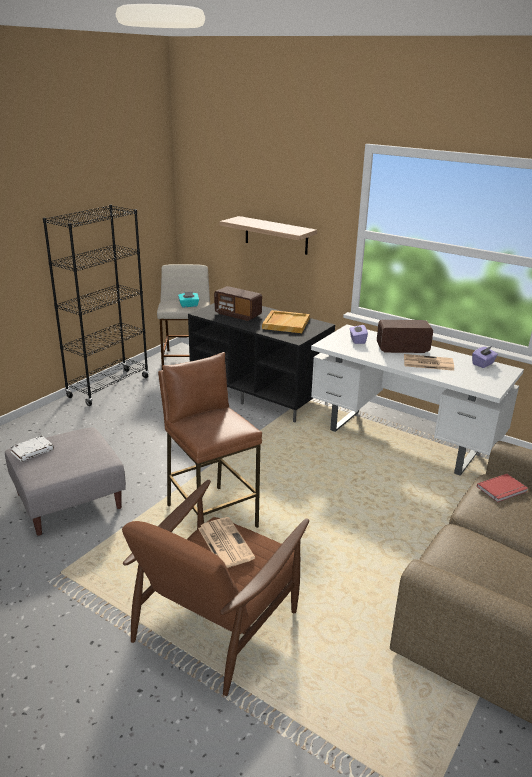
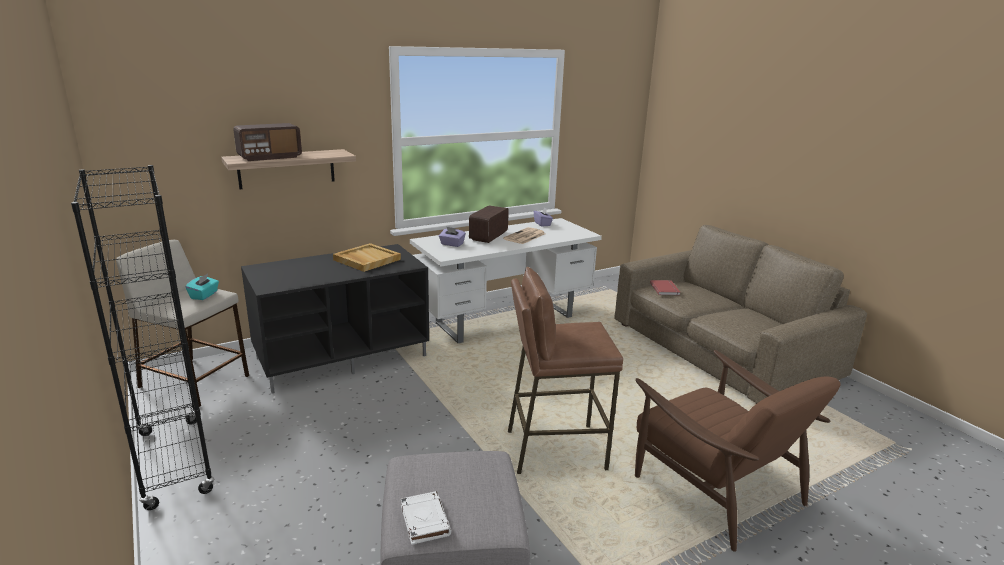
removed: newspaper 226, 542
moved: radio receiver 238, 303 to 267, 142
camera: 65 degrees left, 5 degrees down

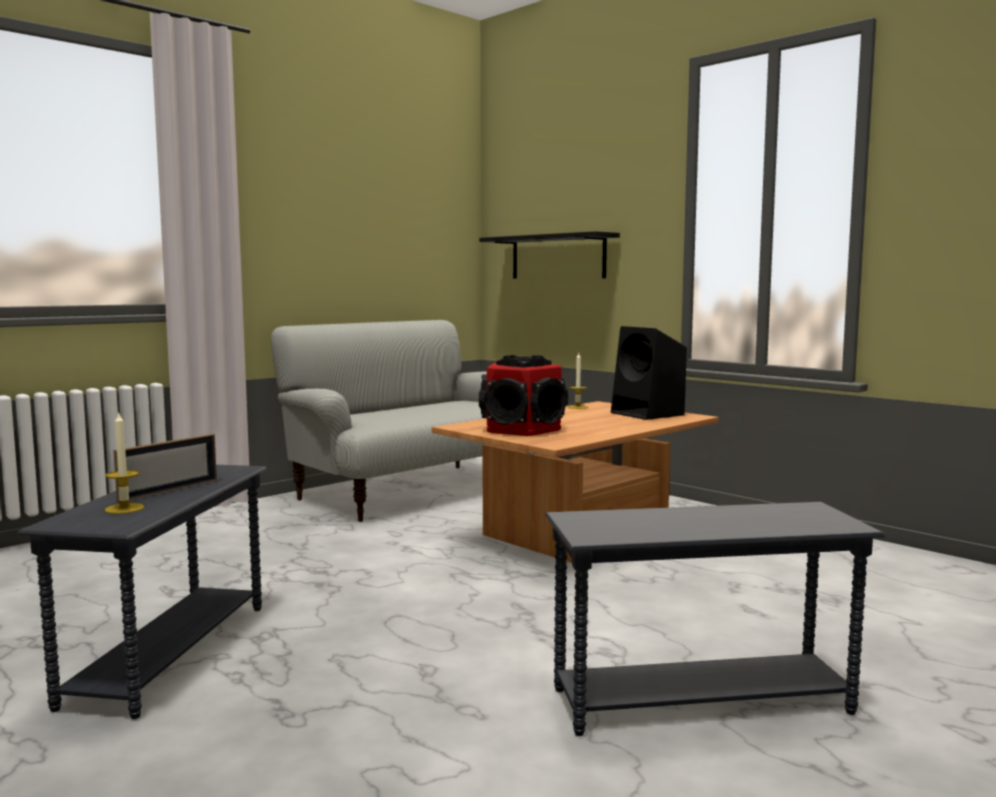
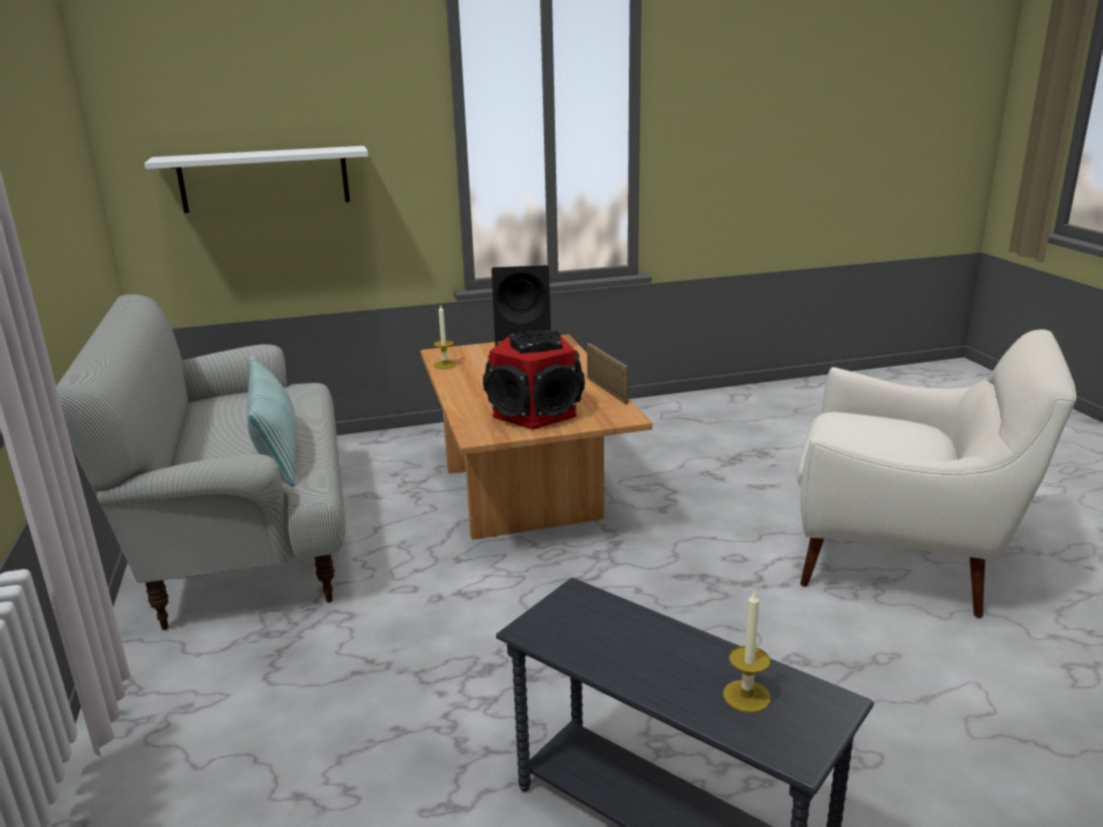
added: pillow 272, 421
moved: picture frame 165, 468 to 608, 373
replaced: grey end table 715, 619 to white lounge chair 936, 473
recoloured: black shelf 549, 255 to white shelf 256, 179
camera: 60 degrees left, 15 degrees up

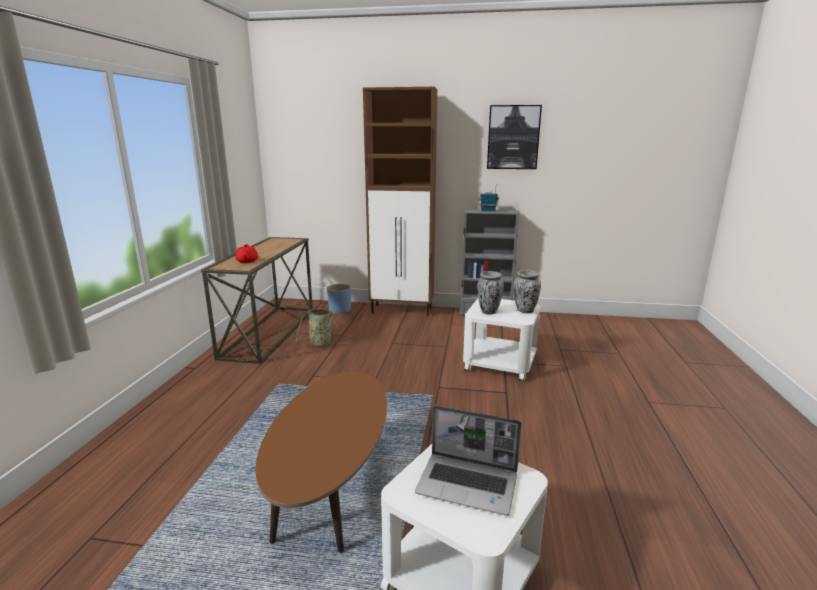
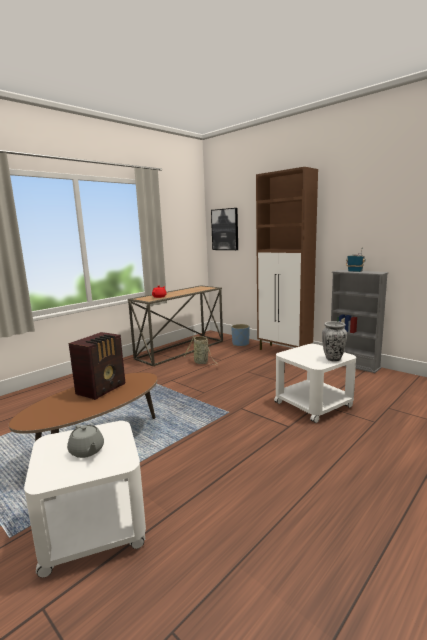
removed: flower vase 490, 293
added: radio receiver 97, 366
moved: wall picture 514, 137 to 224, 229
replaced: notebook computer 468, 460 to grey pot for tea 85, 441
camera: 35 degrees right, 5 degrees down

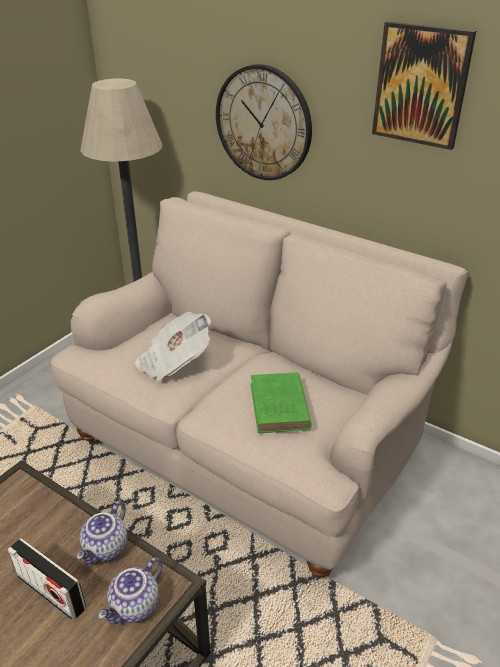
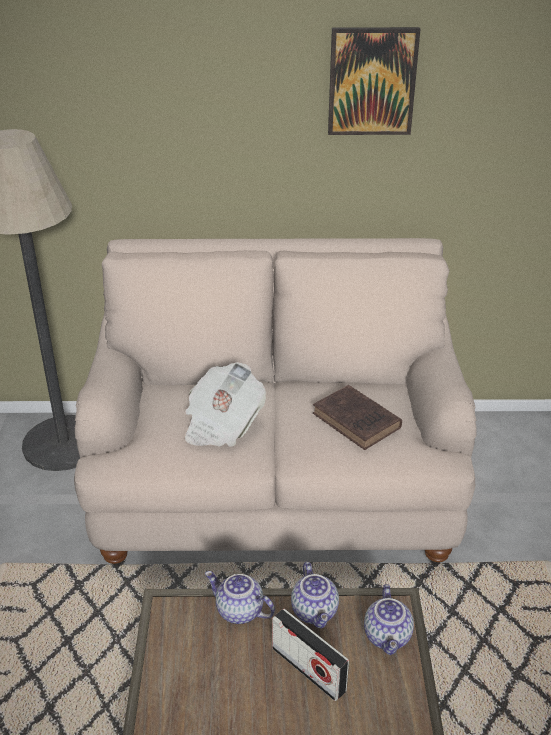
removed: wall clock 264, 122
added: pot for tea 240, 597
recoloured: green-coloured volume 281, 402 to brownish volume 357, 417
turned: radio receiver 47, 579 = 310, 655 45 degrees clockwise
camera: 35 degrees left, 0 degrees up

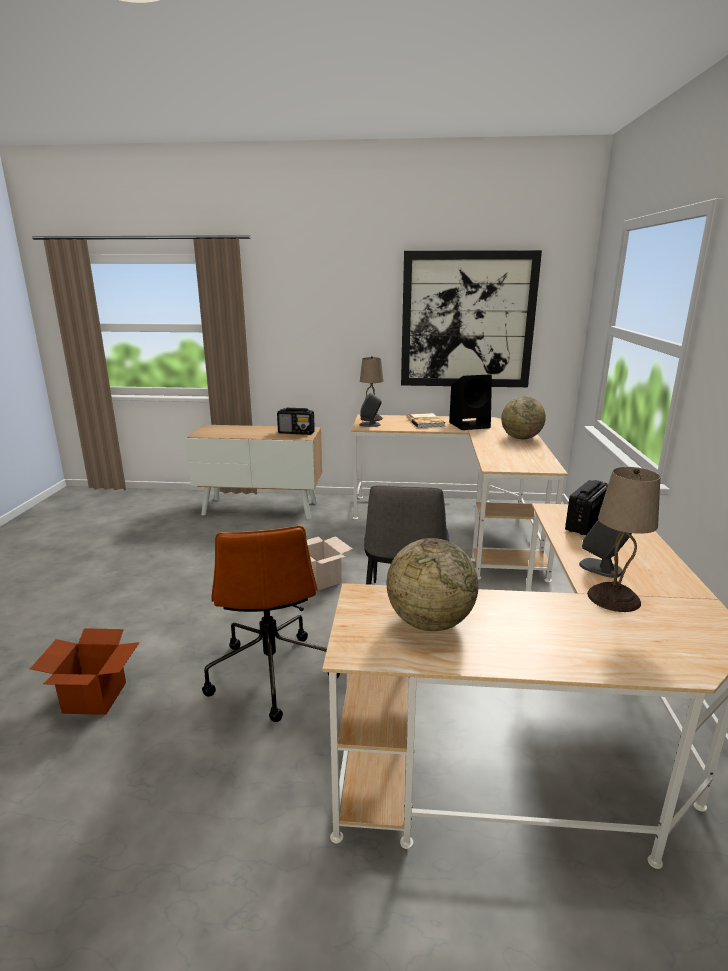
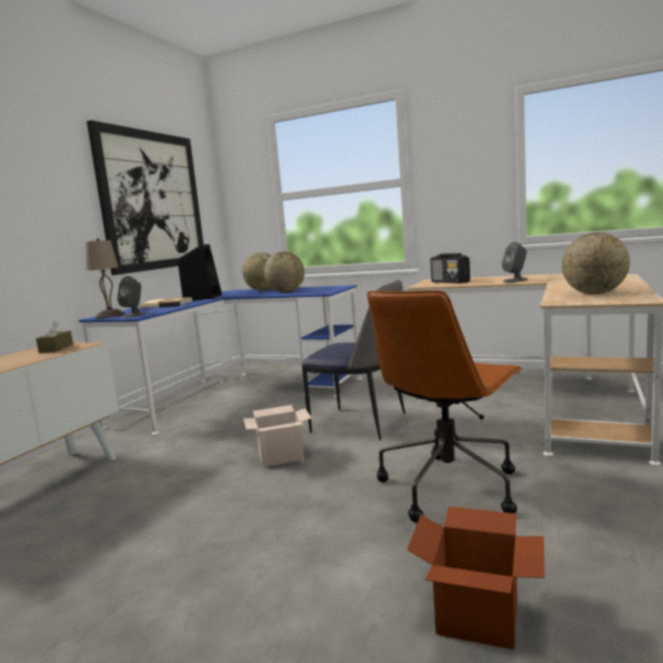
removed: beige tabletop lamp 623, 539
added: world globe 284, 272
replaced: radio receiver 296, 421 to brownish box of tissues 54, 336
recoloured: beige desk table 459, 499 to blue-coloured desk table 220, 360
turned: brownish computer chair 271, 624 = 445, 406 120 degrees clockwise
camera: 70 degrees left, 10 degrees down

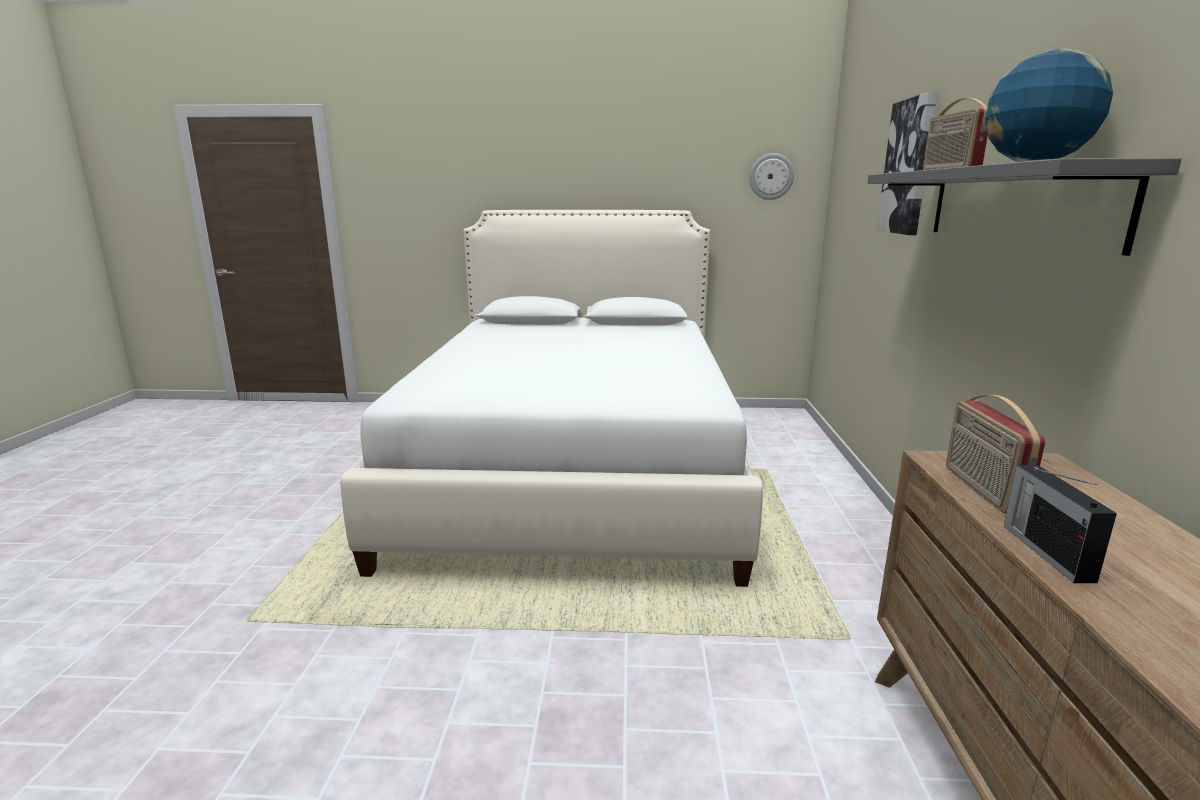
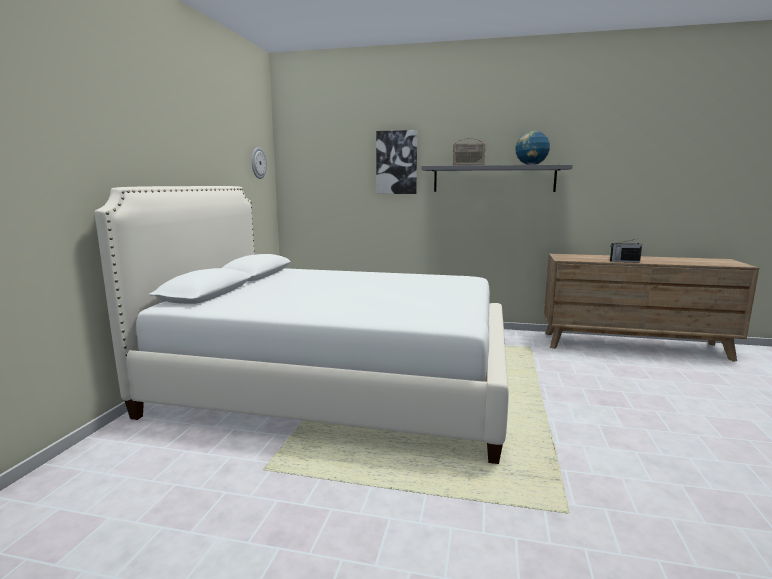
removed: radio receiver 995, 454
camera: 80 degrees left, 5 degrees down

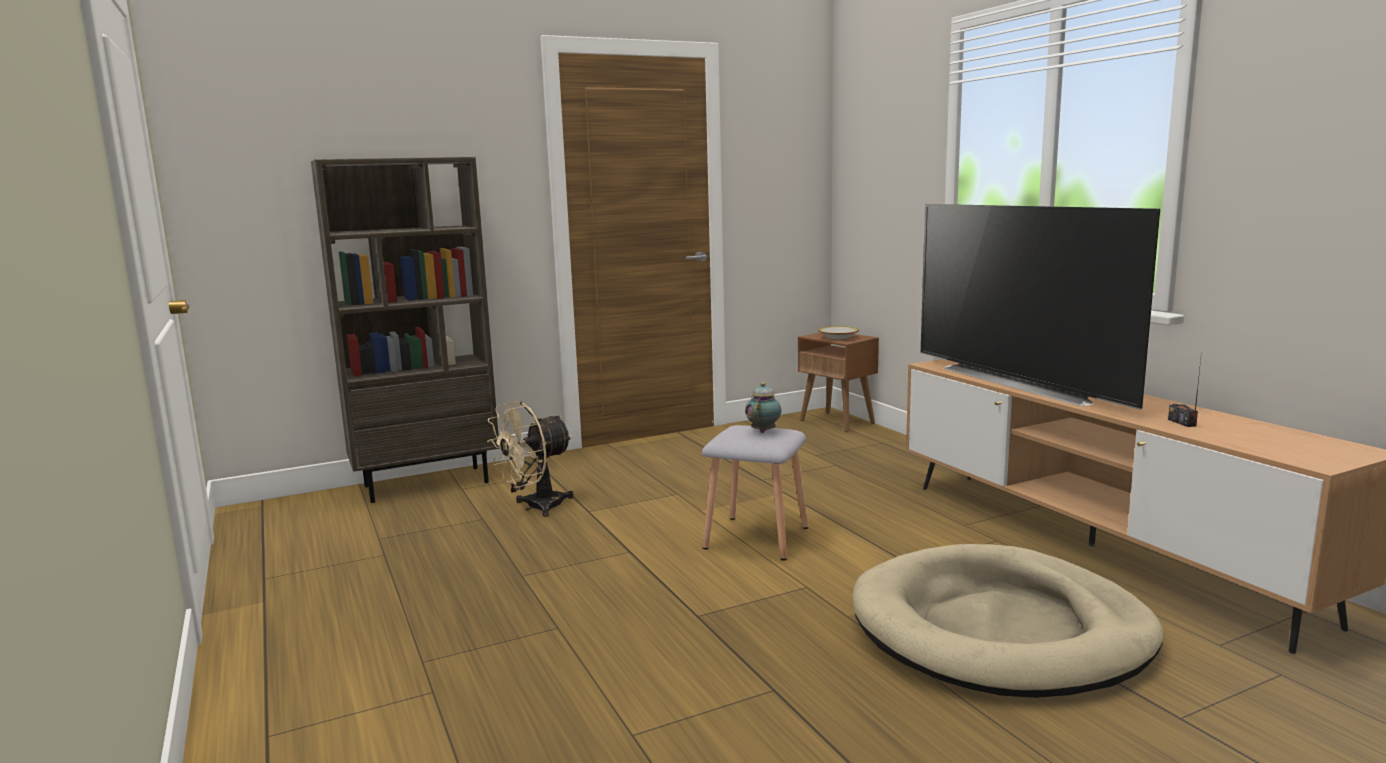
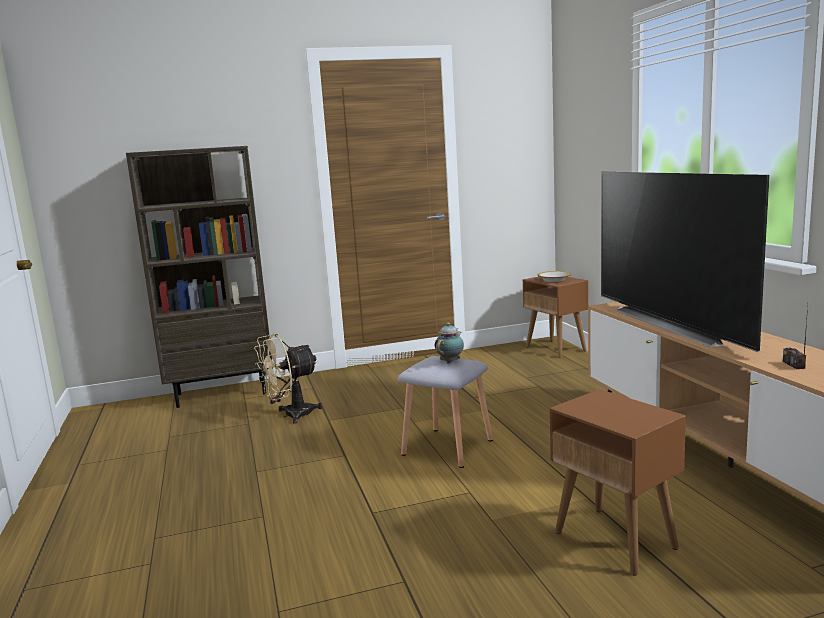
replaced: beige dog bed 1008, 621 to brownish end table 618, 482
camera: 10 degrees right, 0 degrees up

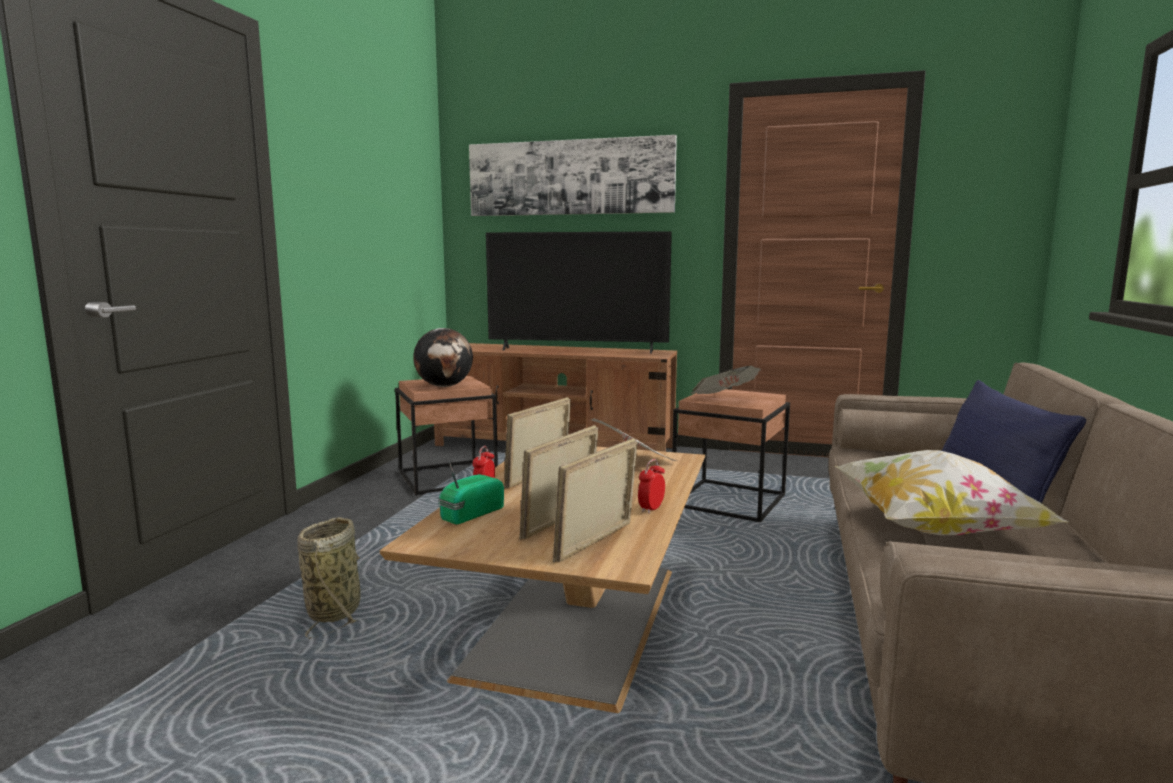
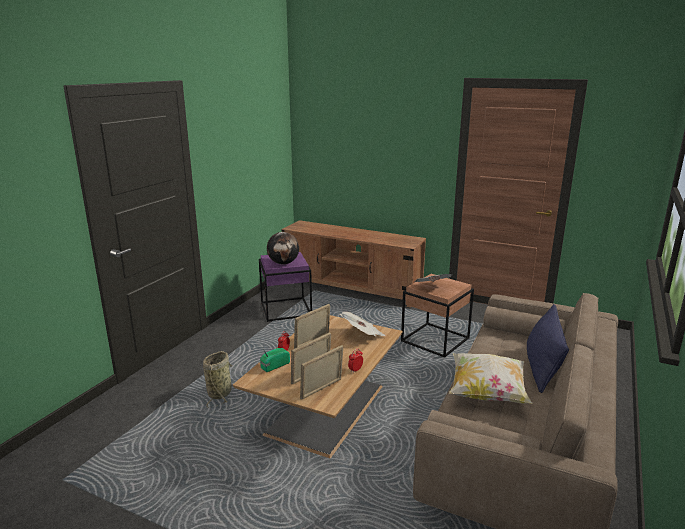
removed: wall picture 573, 175; television 579, 292
recoloured: brownish end table 446, 436 to purplish end table 285, 287
camera: 10 degrees right, 10 degrees up

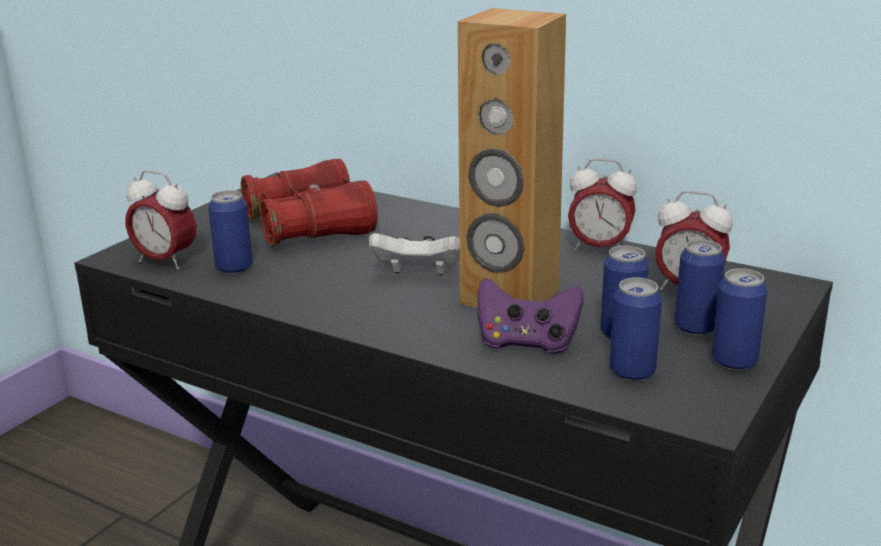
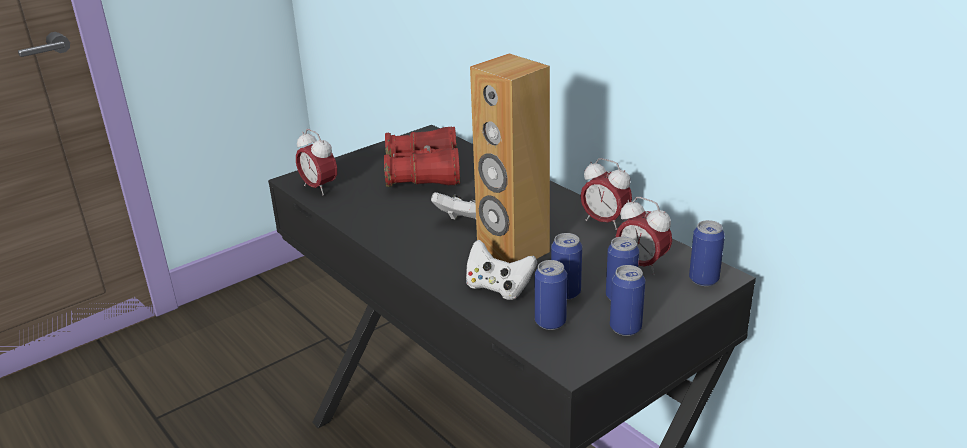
moved: can 230, 232 to 707, 253
recoloured: purplish joypad 531, 316 to white joypad 501, 270
camera: 20 degrees right, 5 degrees up

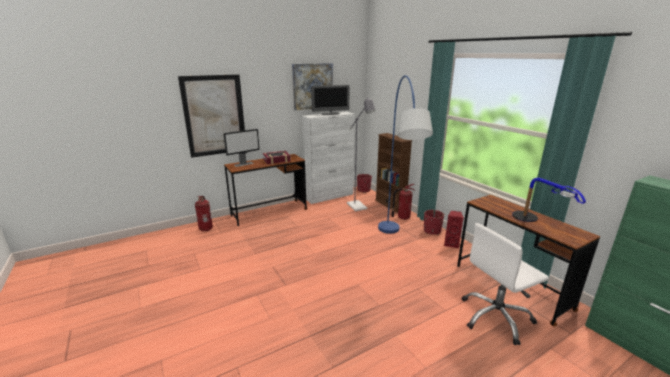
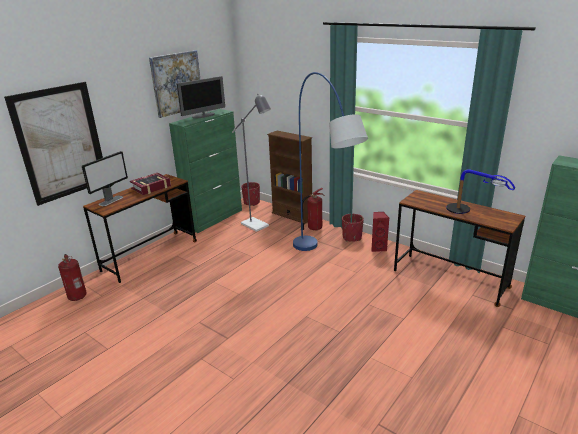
removed: white computer chair 505, 284
recoloured: white cabinet 328, 158 to green-coloured cabinet 205, 171
camera: 20 degrees left, 5 degrees up

